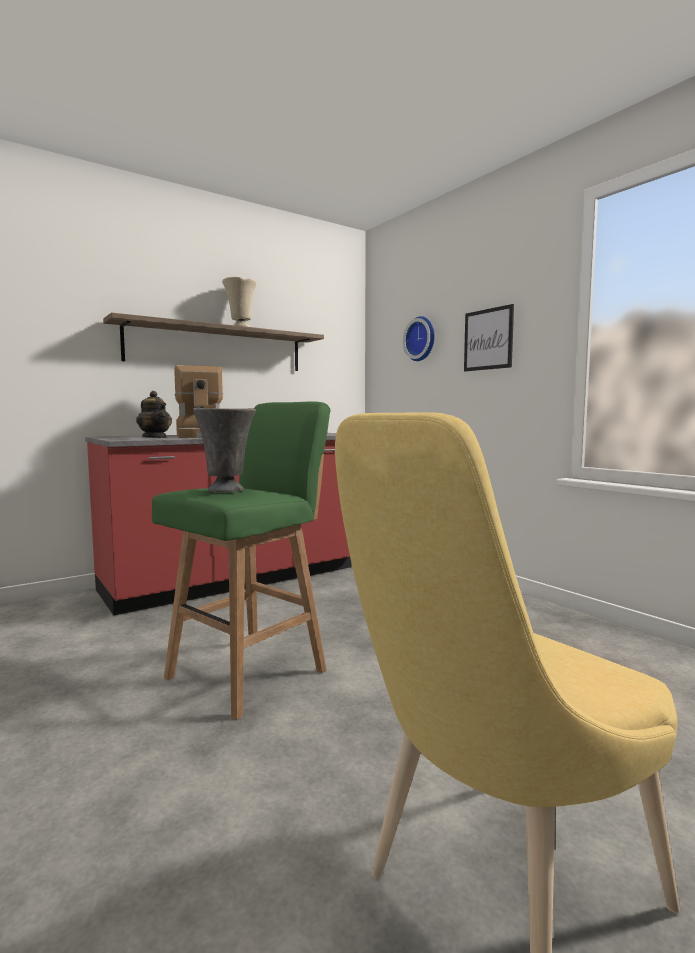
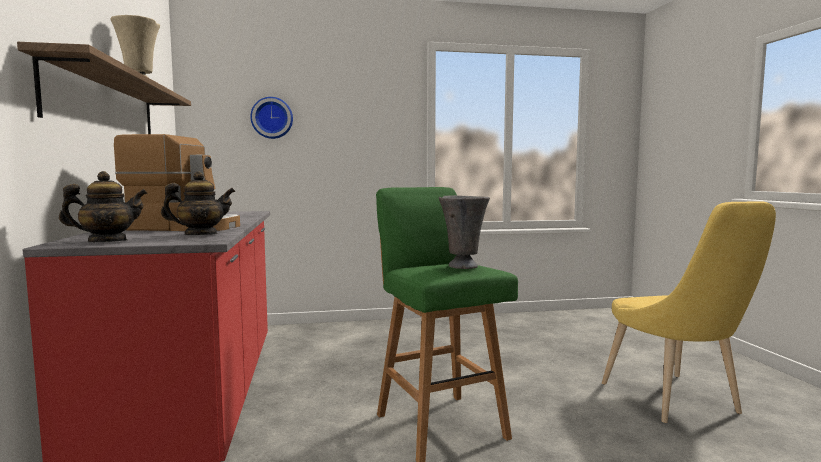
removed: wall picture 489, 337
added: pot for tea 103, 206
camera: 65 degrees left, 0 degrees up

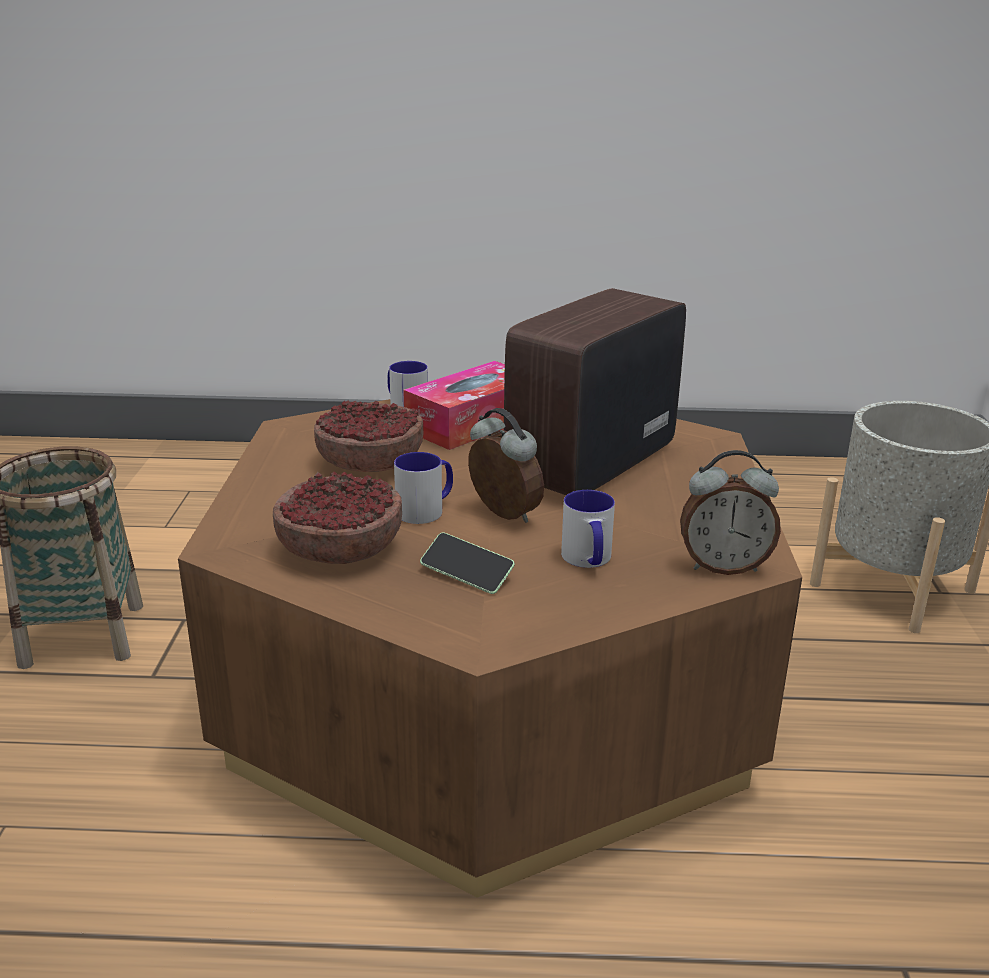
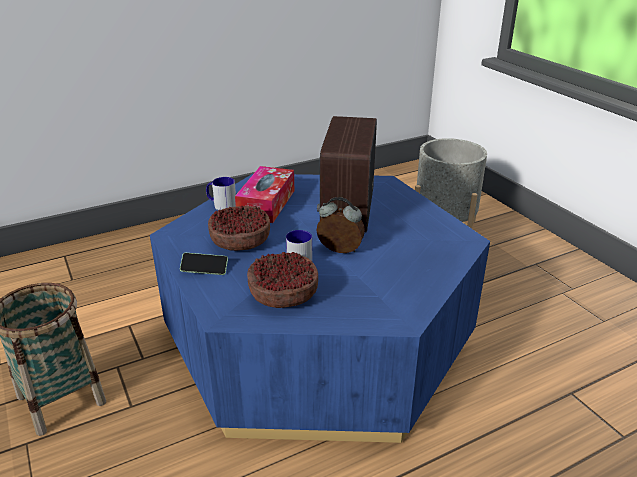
removed: table clock 730, 512; mug 588, 529
moved: phone 467, 563 to 204, 264
recoloured: brownish coffee table 490, 648 to blue-coloured coffee table 320, 308
camera: 30 degrees left, 5 degrees up

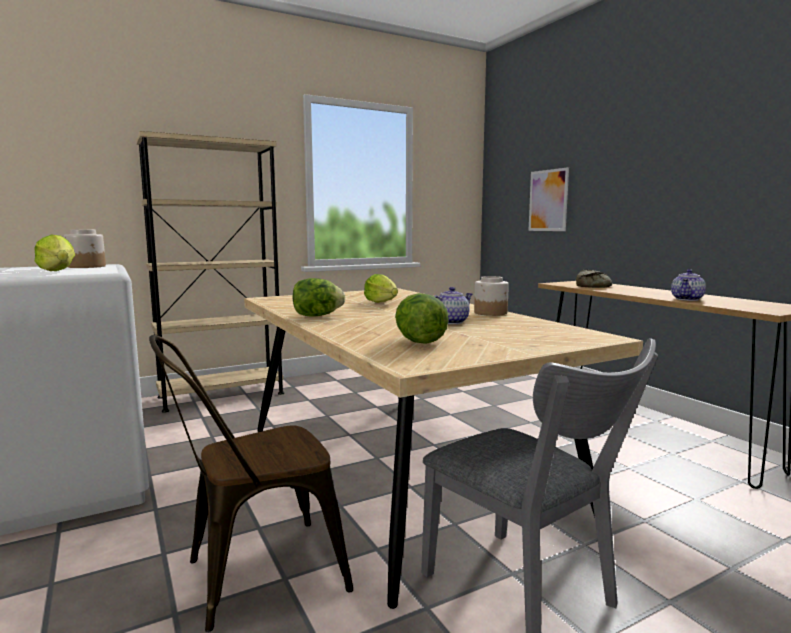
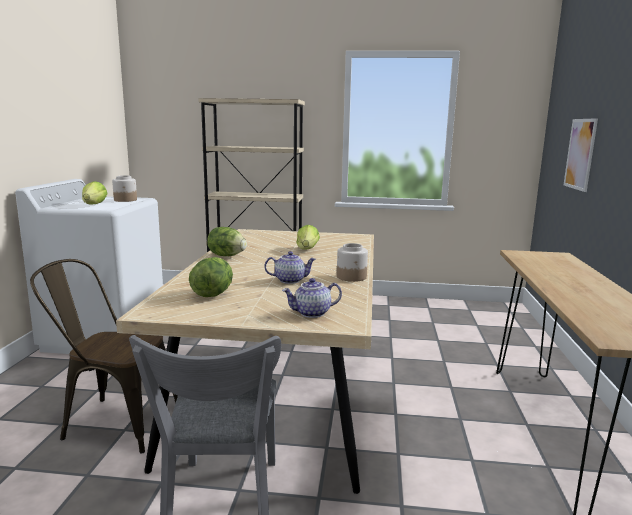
removed: baked bread 594, 279
moved: pot for tea 688, 285 to 312, 298
camera: 35 degrees right, 5 degrees up

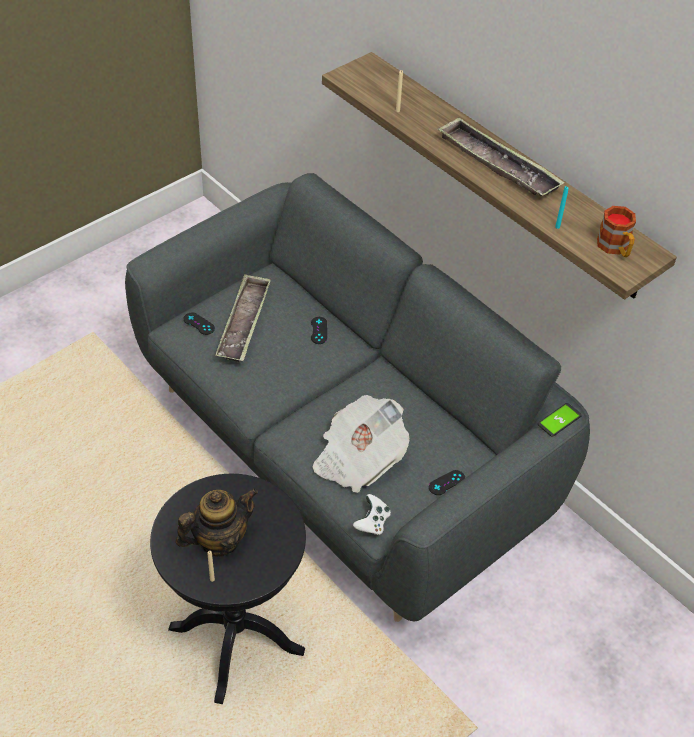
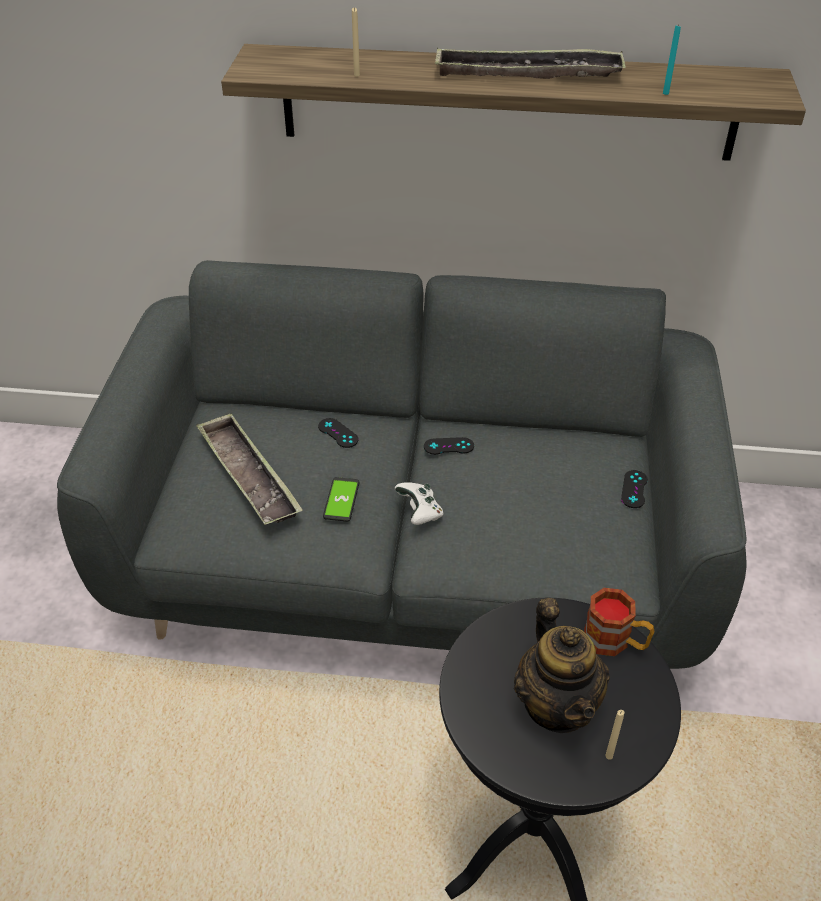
removed: newspaper 361, 444
moved: mug 616, 231 to 619, 622; black joypad 199, 324 to 449, 446; phone 560, 420 to 341, 499; white joypad 372, 514 to 419, 503
turned: pot for tea 217, 522 = 562, 665 150 degrees clockwise
camera: 40 degrees left, 5 degrees down

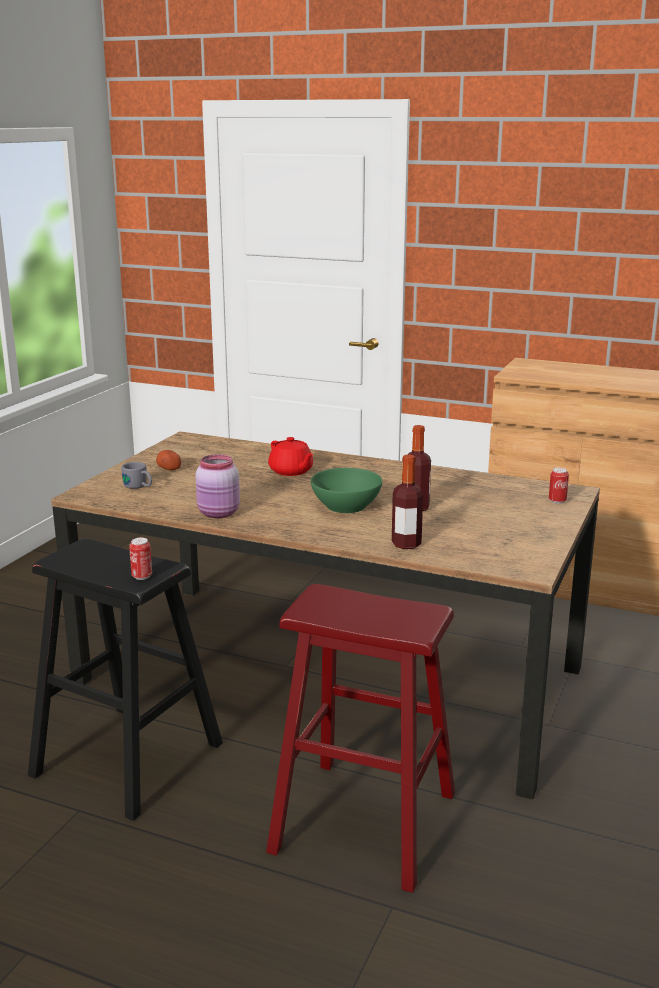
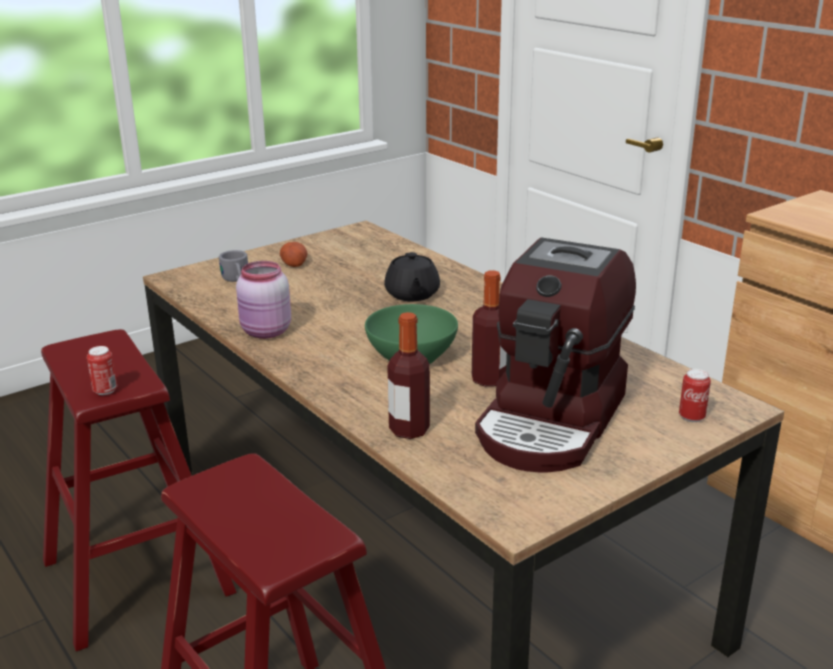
added: coffee maker 555, 355
recoloured: red pot for tea 290, 456 to black pot for tea 412, 276; black stool 125, 679 to red stool 139, 490
camera: 30 degrees right, 5 degrees up

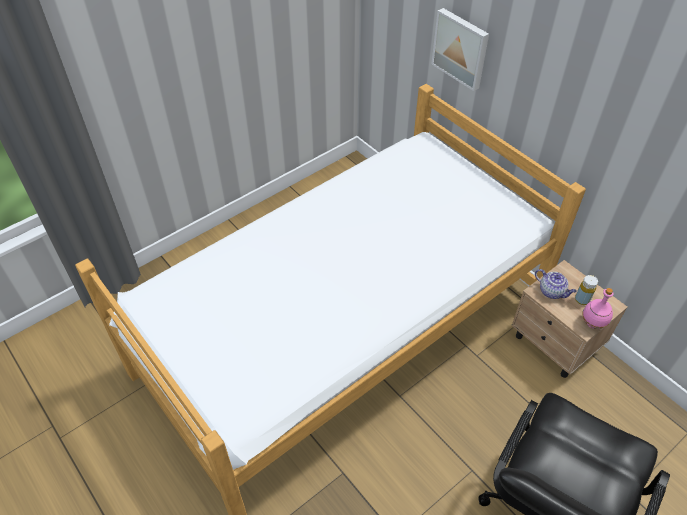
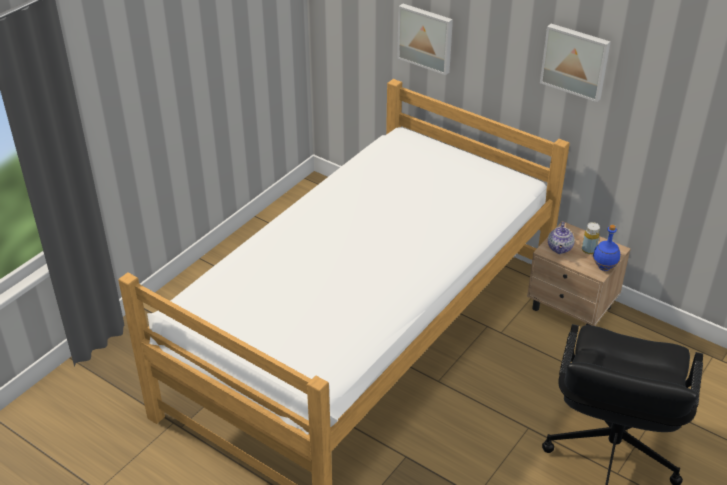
added: wall picture 575, 63
recoloured: pinkish drink bottle 598, 308 to blue-coloured drink bottle 606, 248
turned: pot for tea 556, 284 = 561, 238 75 degrees clockwise
camera: 15 degrees left, 10 degrees down

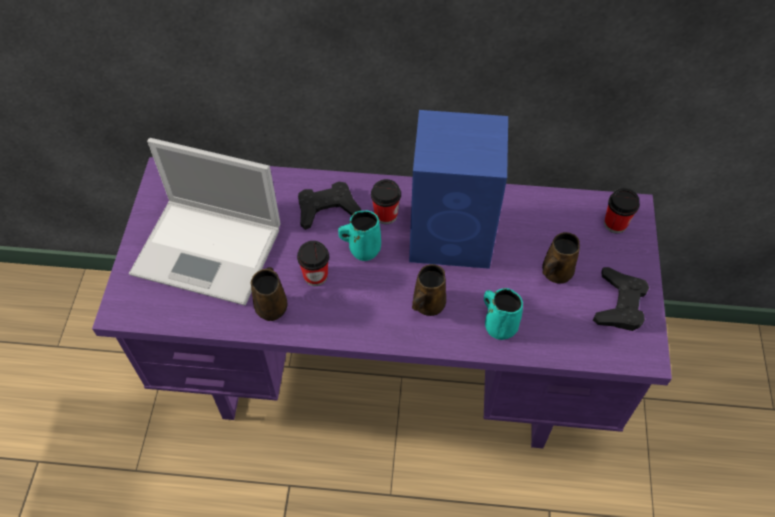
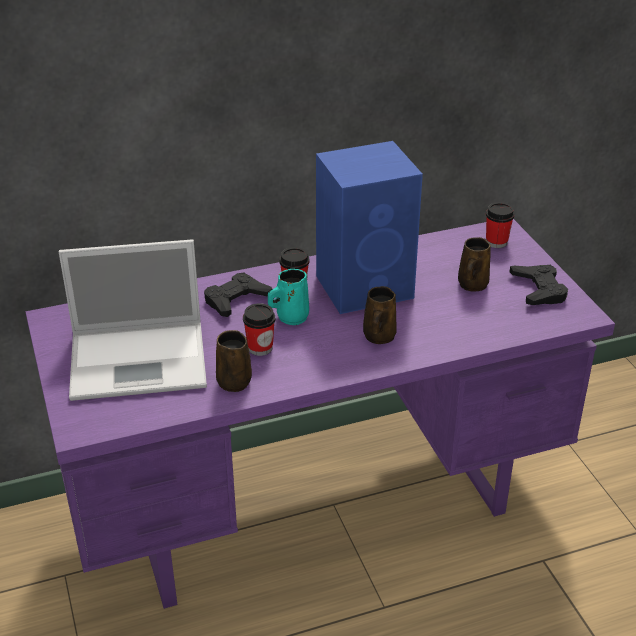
removed: turquoise-coloured mug 503, 314
camera: 25 degrees left, 20 degrees down

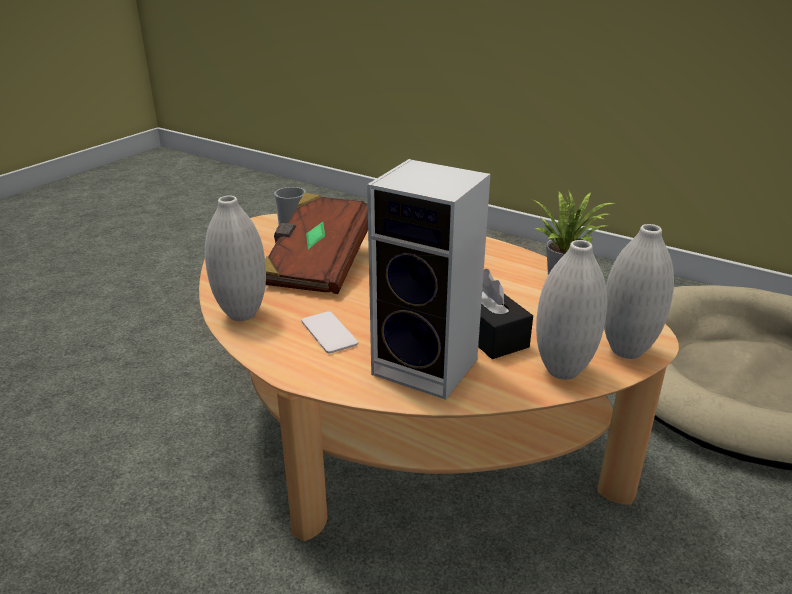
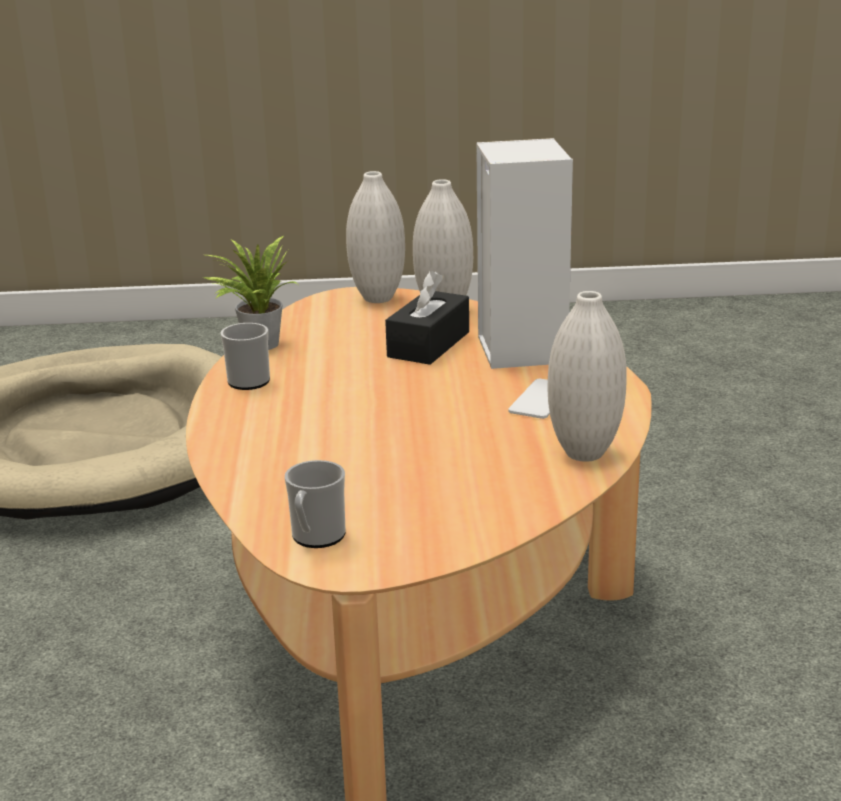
removed: brownish volume 316, 243
added: mug 245, 356
camera: 125 degrees left, 5 degrees down

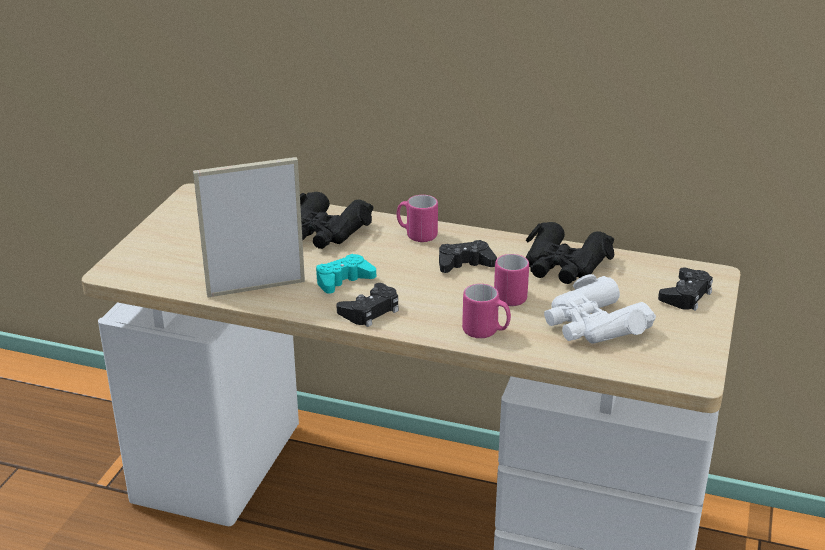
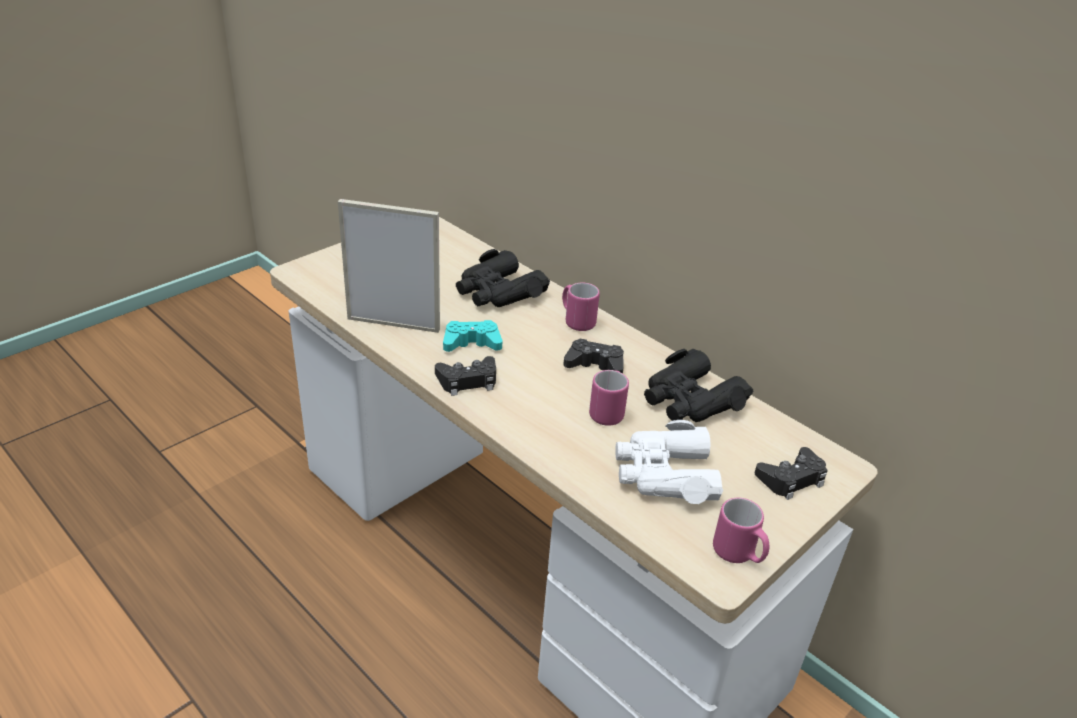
moved: pinkish mug 486, 311 to 741, 530
camera: 25 degrees right, 5 degrees up

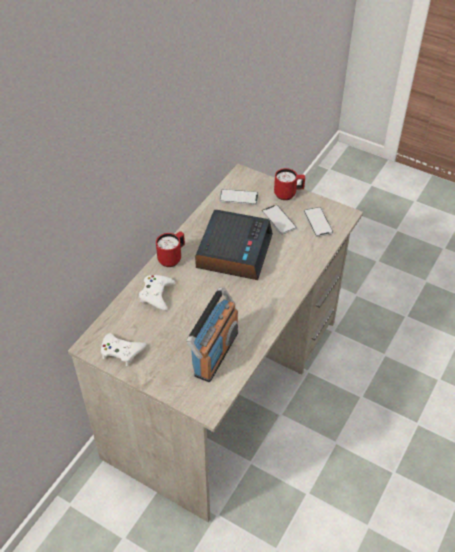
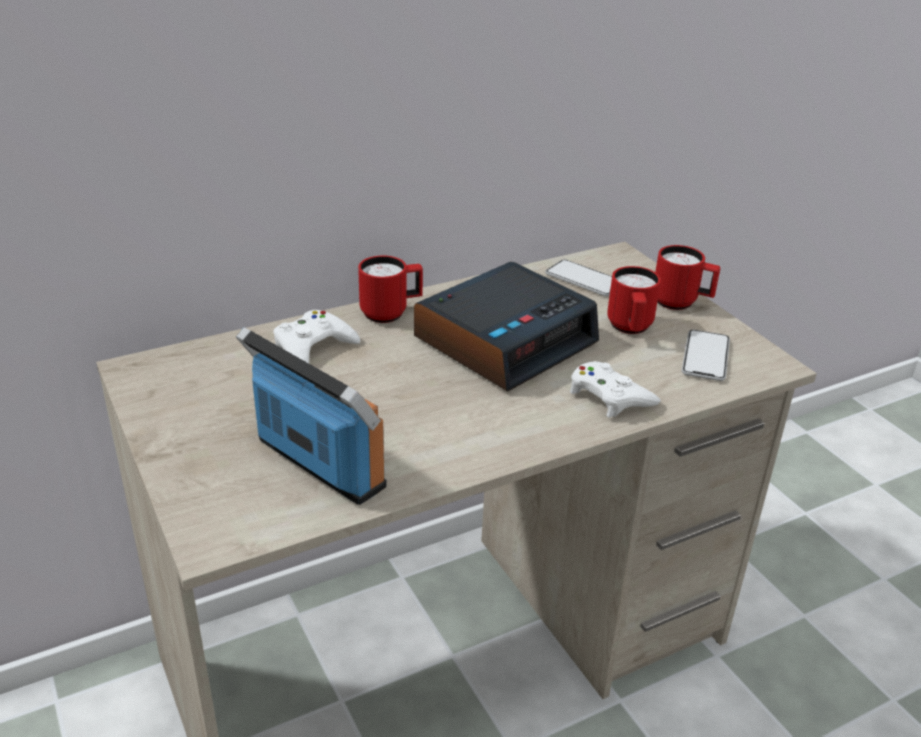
moved: white joypad 123, 349 to 615, 389
replaced: phone 279, 220 to red mug 634, 300
turned: radio receiver 212, 334 = 311, 416 105 degrees counterclockwise
camera: 30 degrees right, 15 degrees down

